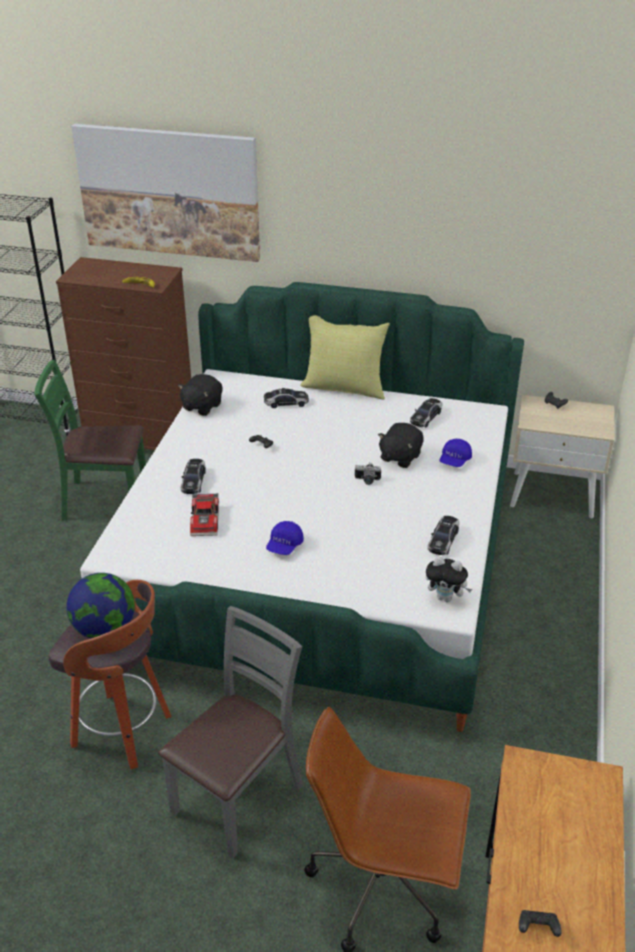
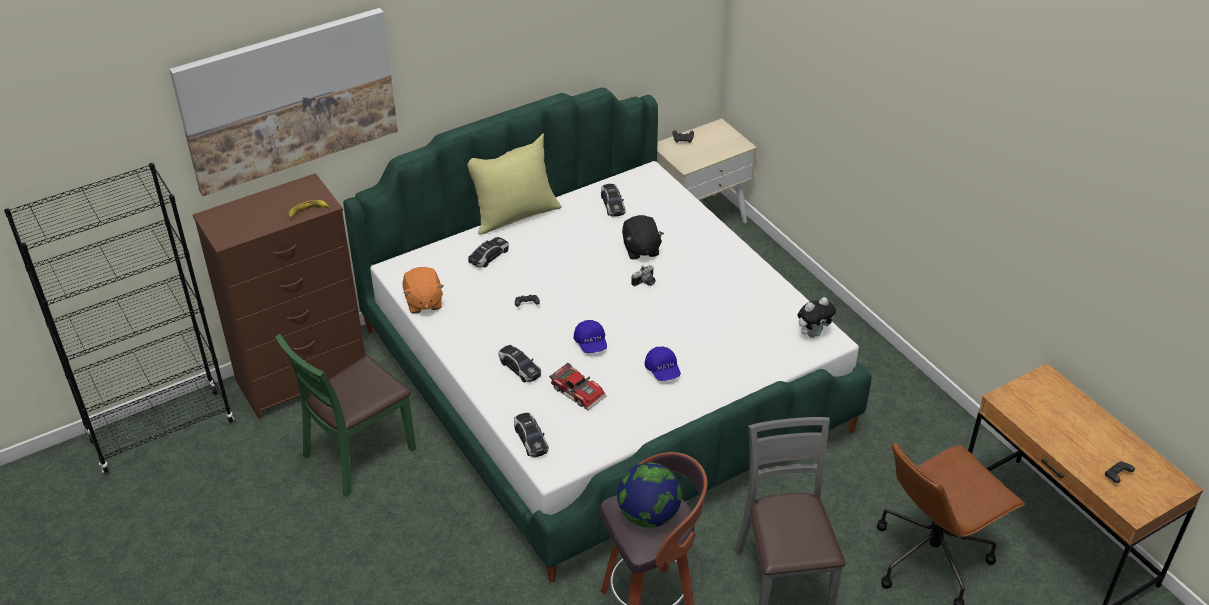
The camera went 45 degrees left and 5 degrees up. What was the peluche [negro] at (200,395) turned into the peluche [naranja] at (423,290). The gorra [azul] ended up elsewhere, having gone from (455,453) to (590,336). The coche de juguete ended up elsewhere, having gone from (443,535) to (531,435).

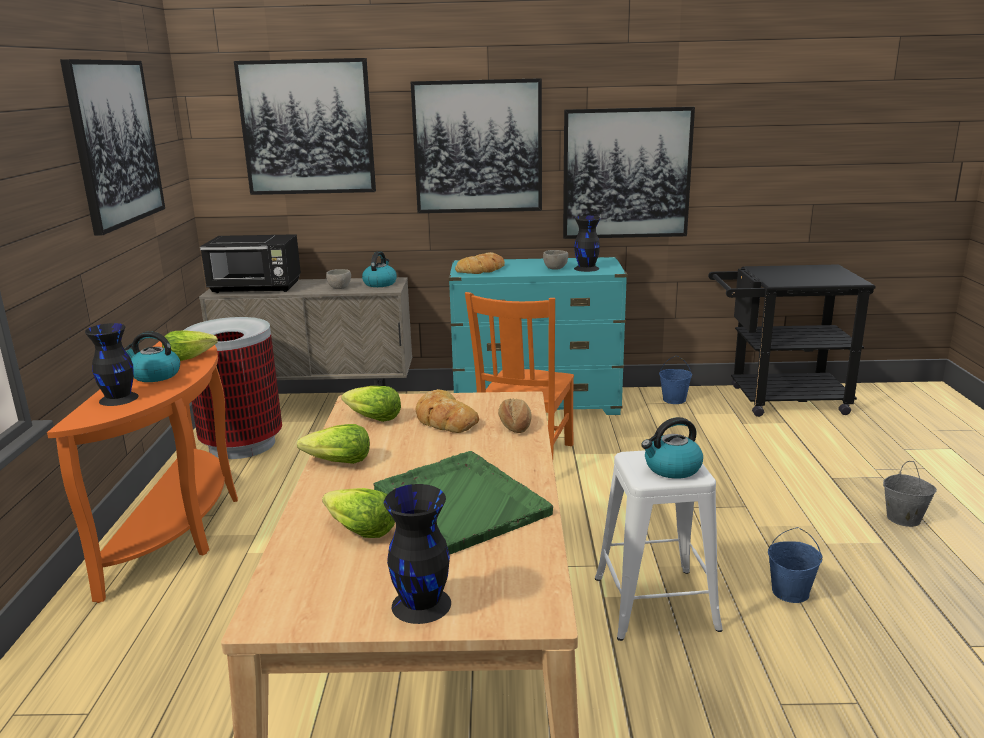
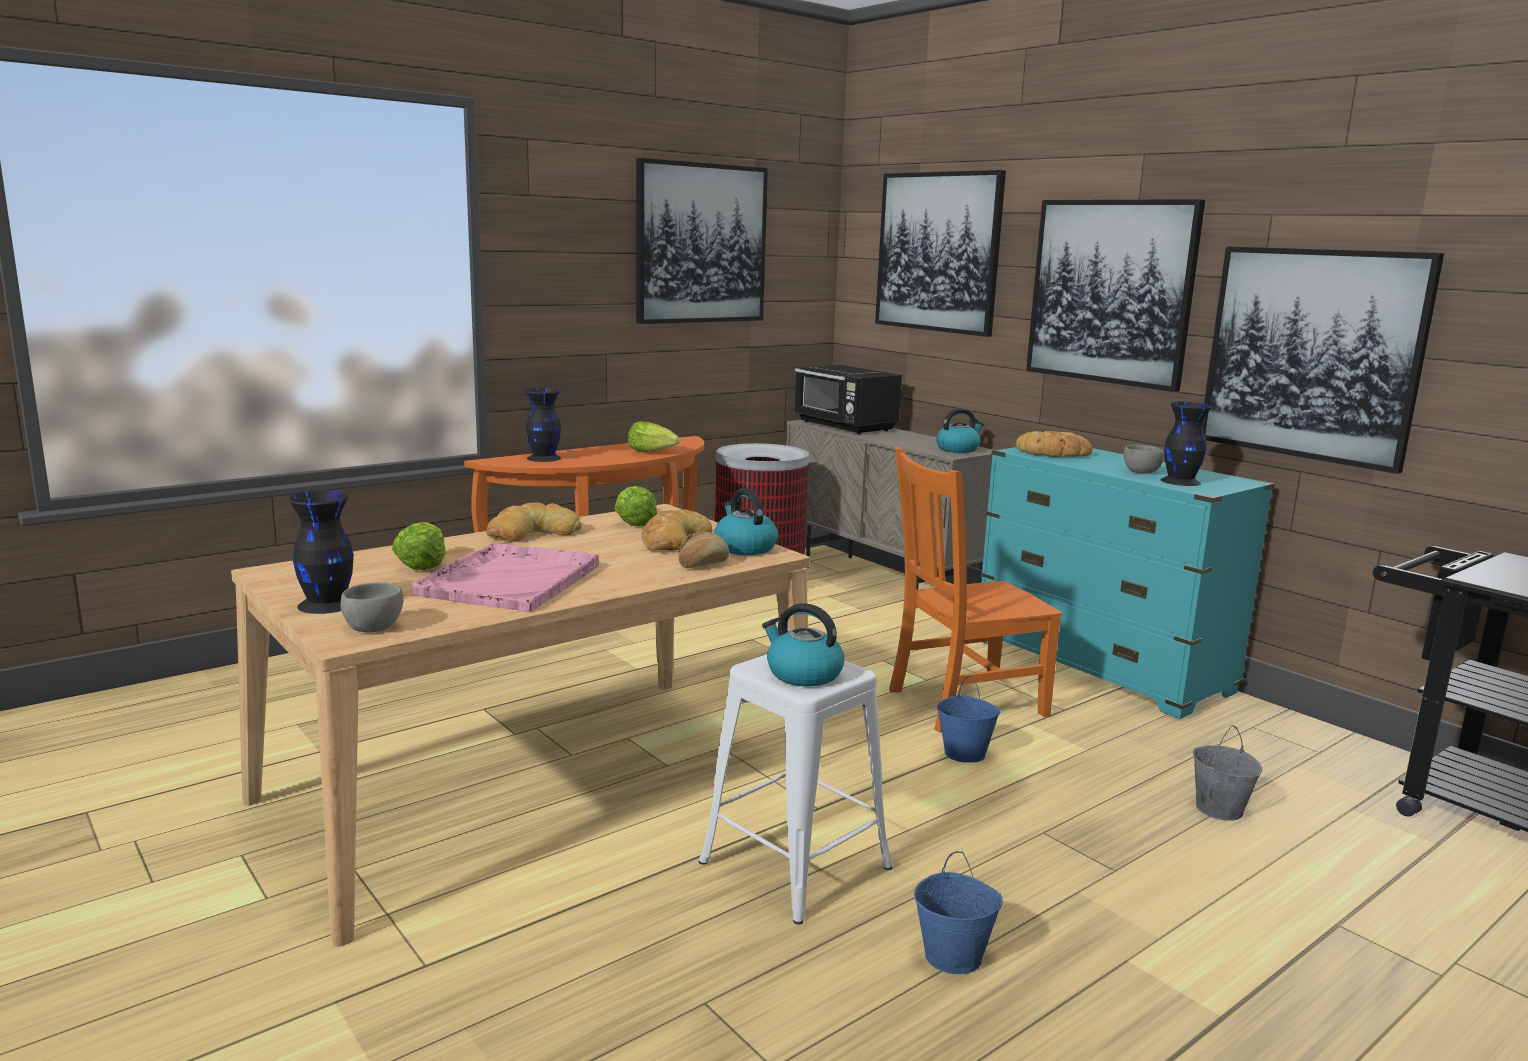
The camera went 50 degrees right and 5 degrees down. The cuenco [gris] ended up elsewhere, having gone from (338,279) to (372,607). The hervidor ended up elsewhere, having gone from (152,356) to (746,521). The cubo [azul] ended up elsewhere, having gone from (675,380) to (968,719). Where the lechuga stood at (333,444), the pan came to stand at (534,522). What was the bandeja [verde] at (463,503) turned into the bandeja [rosa] at (505,577). The cubo [gris] ended up elsewhere, having gone from (910,494) to (1227,773).

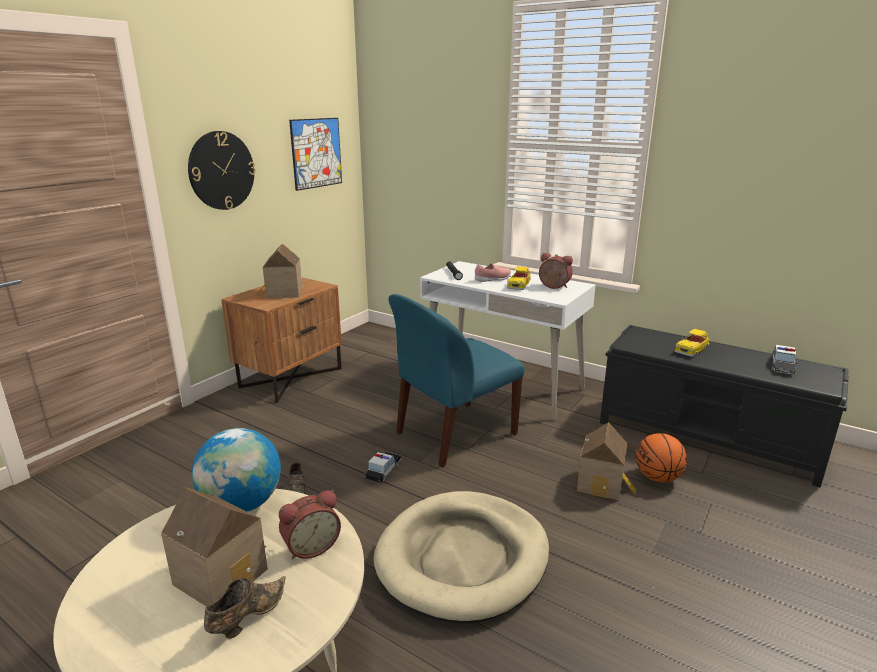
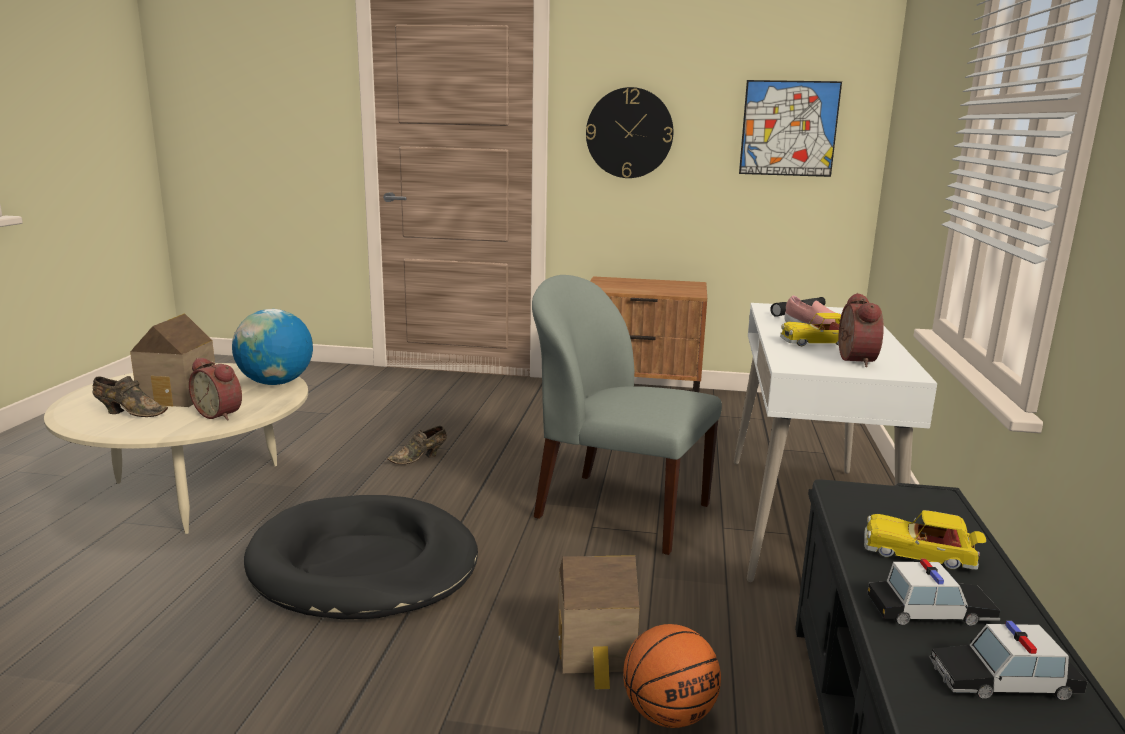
The camera went 65 degrees right and 5 degrees down. The second view lost the casita at (280,270). What was the silla [azul] at (457,380) turned into the silla [gris] at (627,415). The coche de juguete ended up elsewhere, having gone from (383,467) to (933,592). What was the cama para perro [beis] at (461,557) turned into the cama para perro [negro] at (361,557).

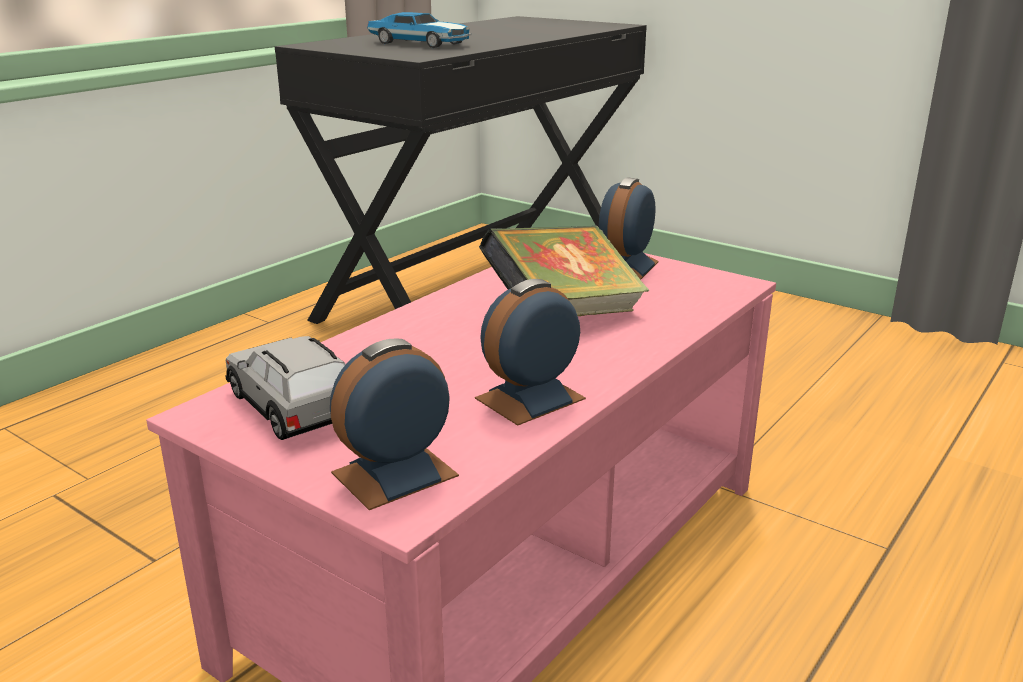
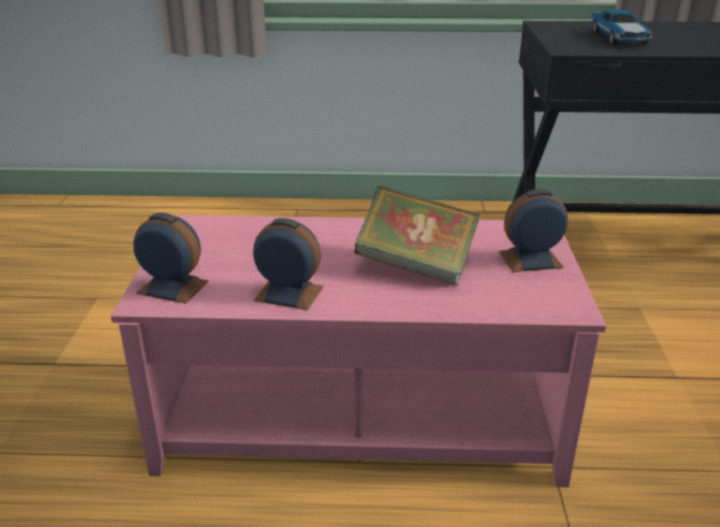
The camera went 55 degrees right and 5 degrees up. The second view lost the coche de juguete [gris] at (285,388).

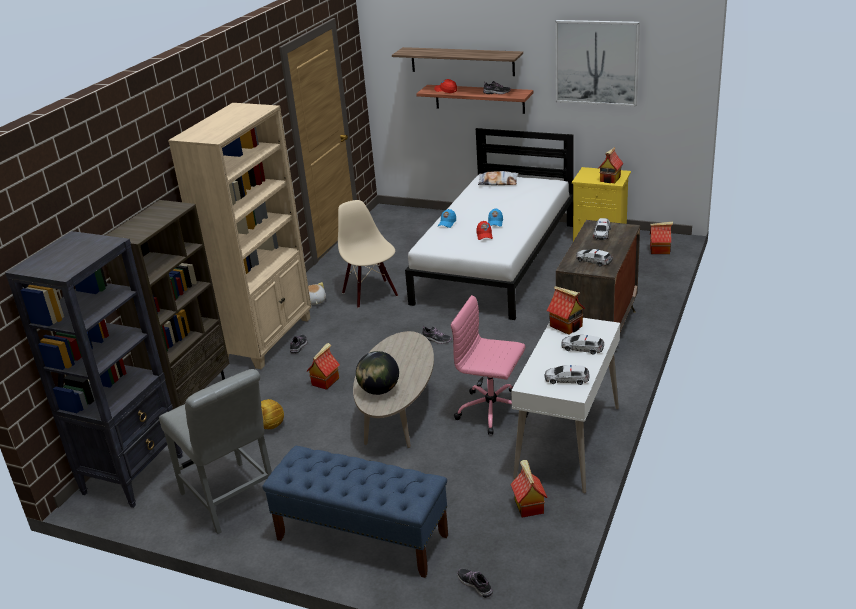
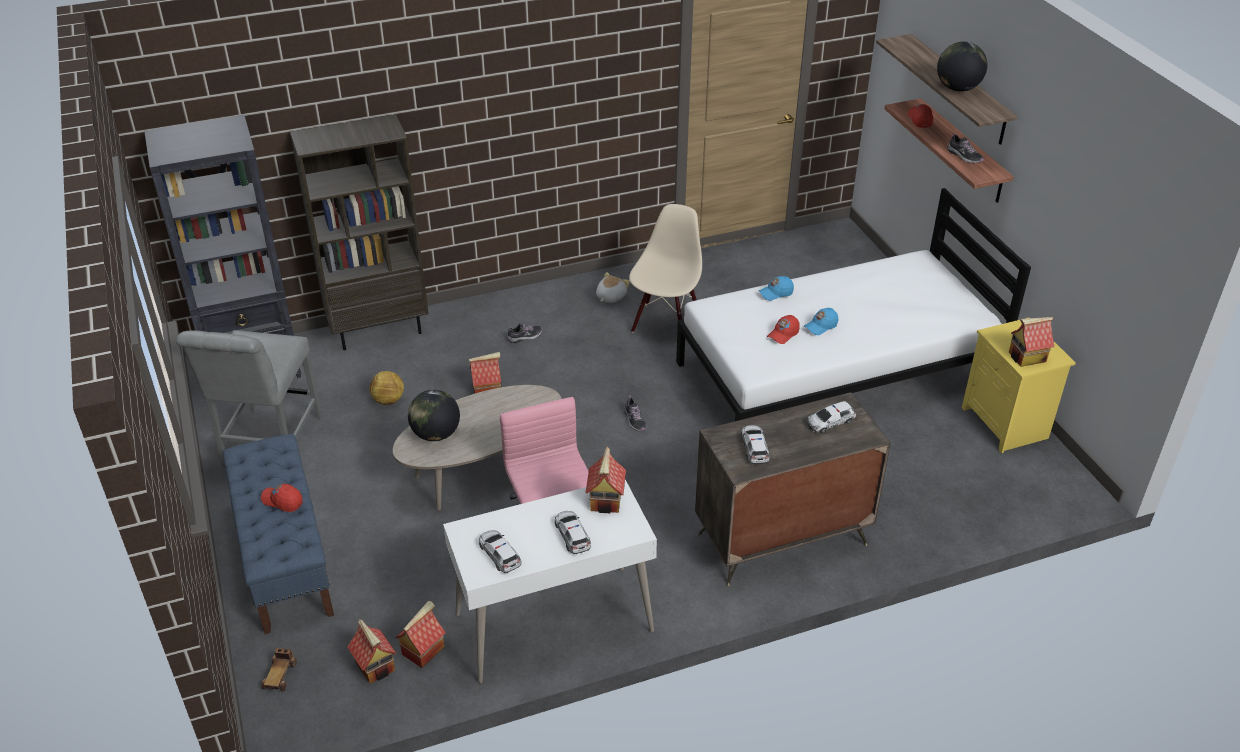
The camera went 45 degrees right and 10 degrees up. The second view lost the cuadro at (597,63). The second view lost the estantería [beis] at (239,236). The second view lost the cojín at (498,178). The casita ended up elsewhere, having gone from (661,238) to (371,651). Where the zapato stood at (475,583), the coche de juguete came to stand at (279,670). The second view gained the globo terráqueo at (962,67). The second view gained the gorra [rojo] at (281,498).

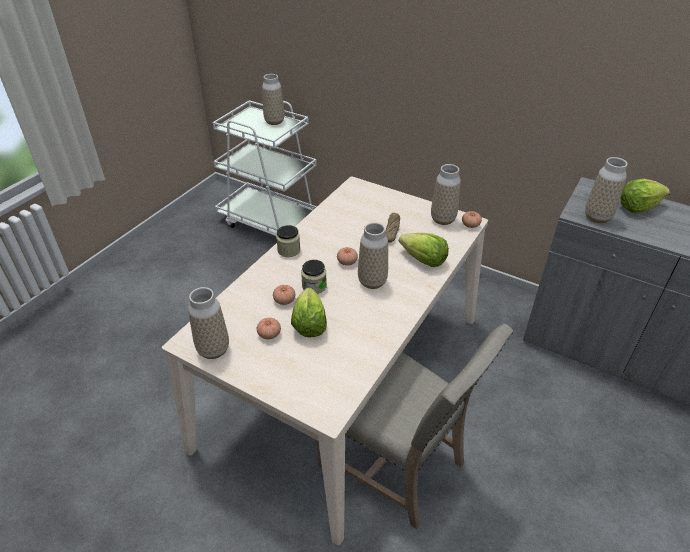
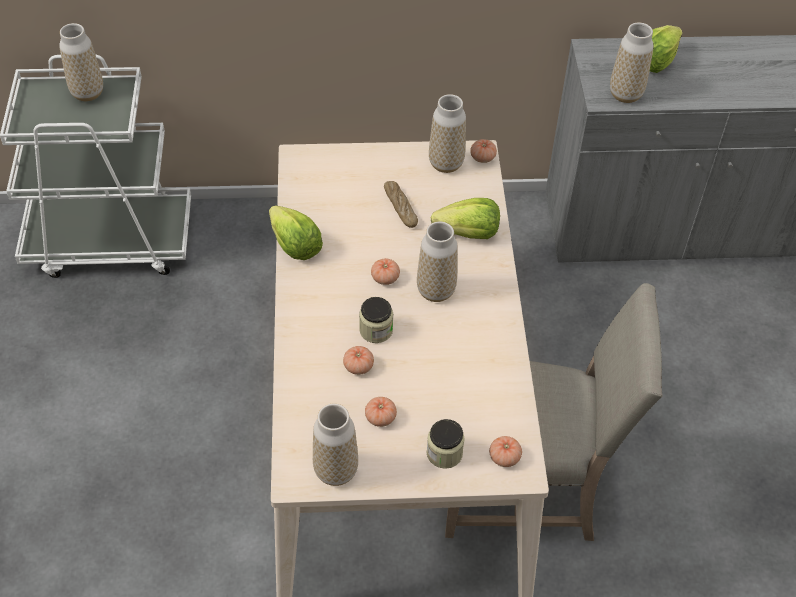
The camera went 35 degrees left and 10 degrees up. The tarro ended up elsewhere, having gone from (288,241) to (446,444). The lechuga ended up elsewhere, having gone from (309,313) to (296,232). The second view gained the tomate at (505,451).

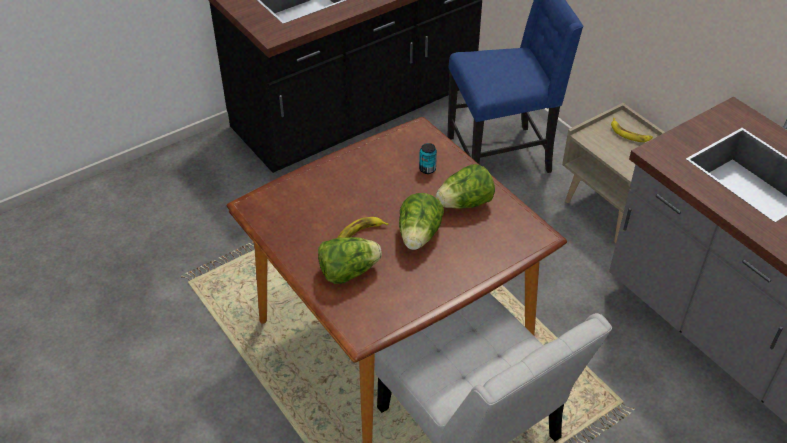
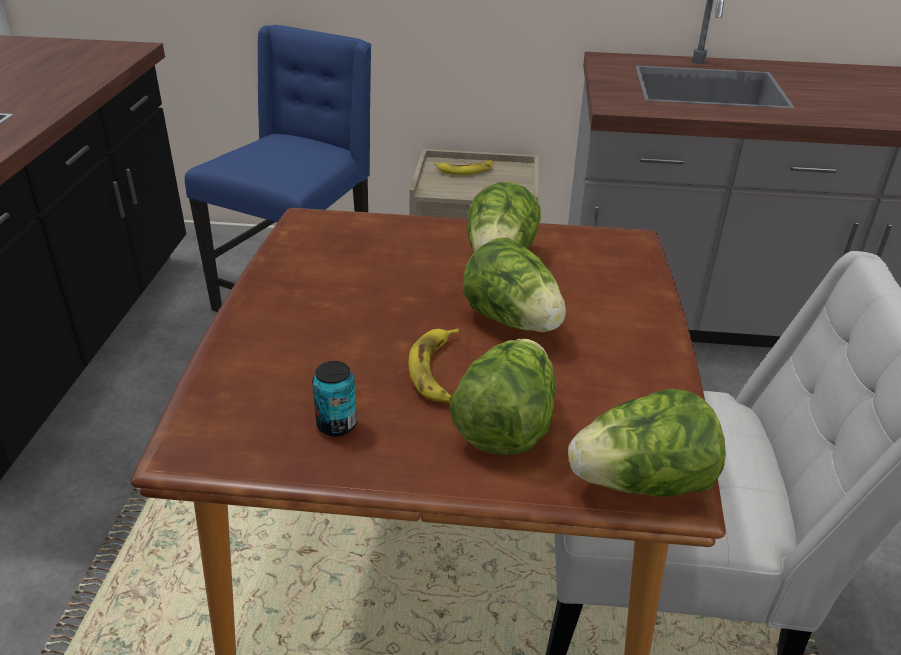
The camera went 50 degrees left and 10 degrees down. The lata ended up elsewhere, having gone from (428,158) to (334,399). The second view gained the lechuga at (647,443).

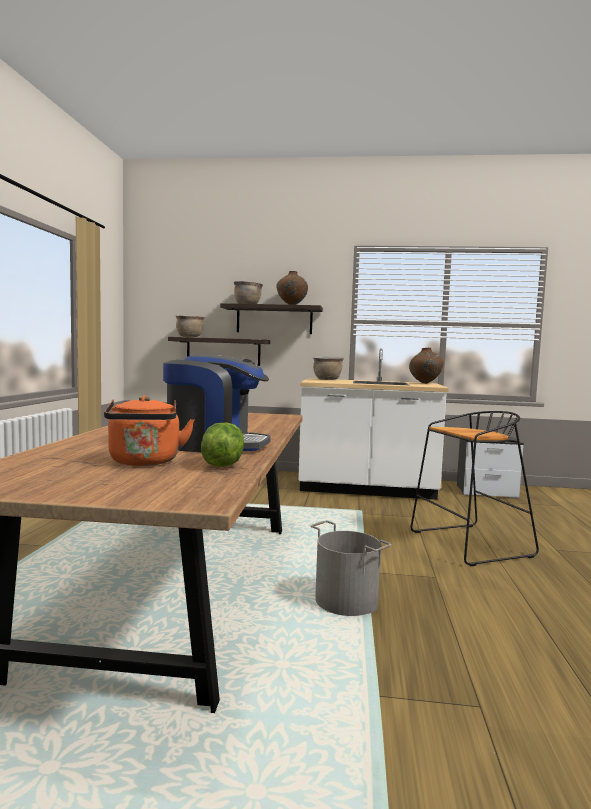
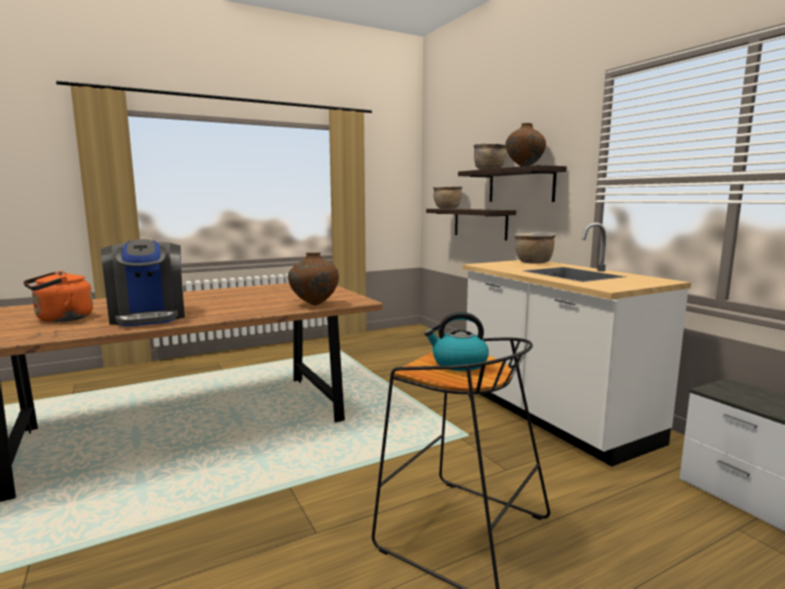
The camera went 55 degrees right and 5 degrees up. The florero [marrón] ended up elsewhere, having gone from (426,366) to (313,278). The second view lost the lechuga at (222,444). The second view lost the cubo [gris] at (350,568). The second view gained the hervidor at (457,341).

